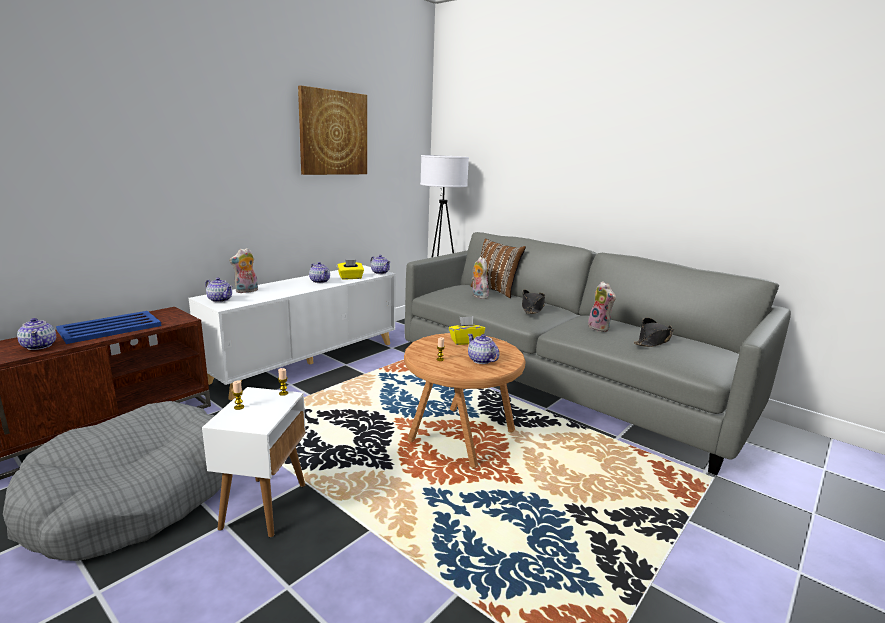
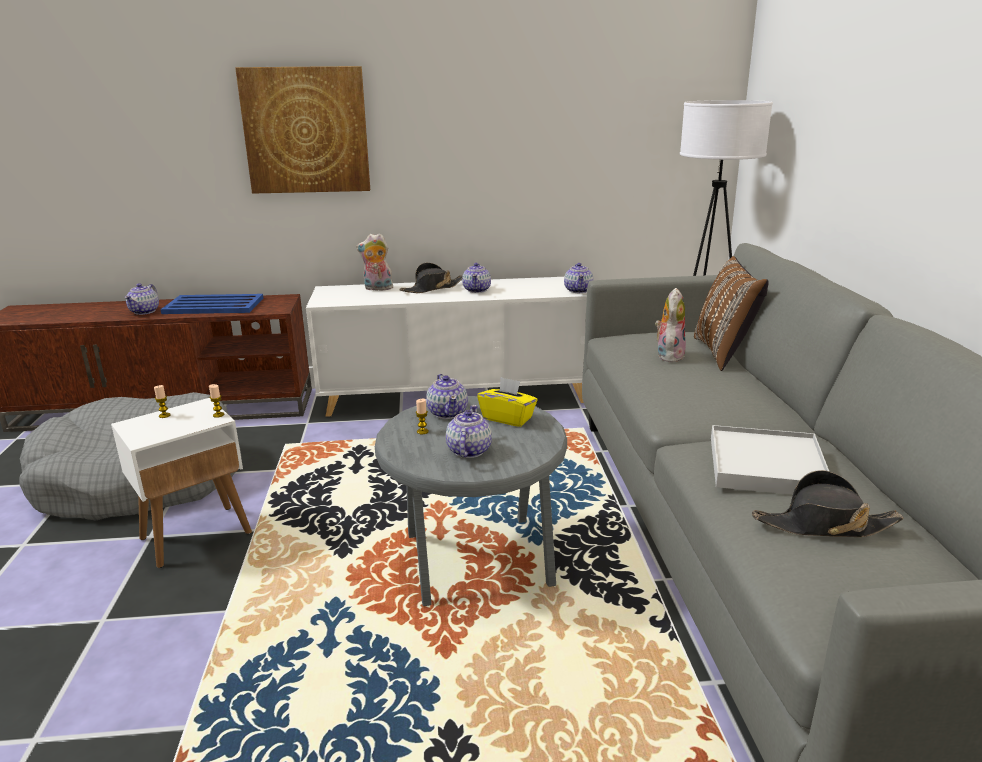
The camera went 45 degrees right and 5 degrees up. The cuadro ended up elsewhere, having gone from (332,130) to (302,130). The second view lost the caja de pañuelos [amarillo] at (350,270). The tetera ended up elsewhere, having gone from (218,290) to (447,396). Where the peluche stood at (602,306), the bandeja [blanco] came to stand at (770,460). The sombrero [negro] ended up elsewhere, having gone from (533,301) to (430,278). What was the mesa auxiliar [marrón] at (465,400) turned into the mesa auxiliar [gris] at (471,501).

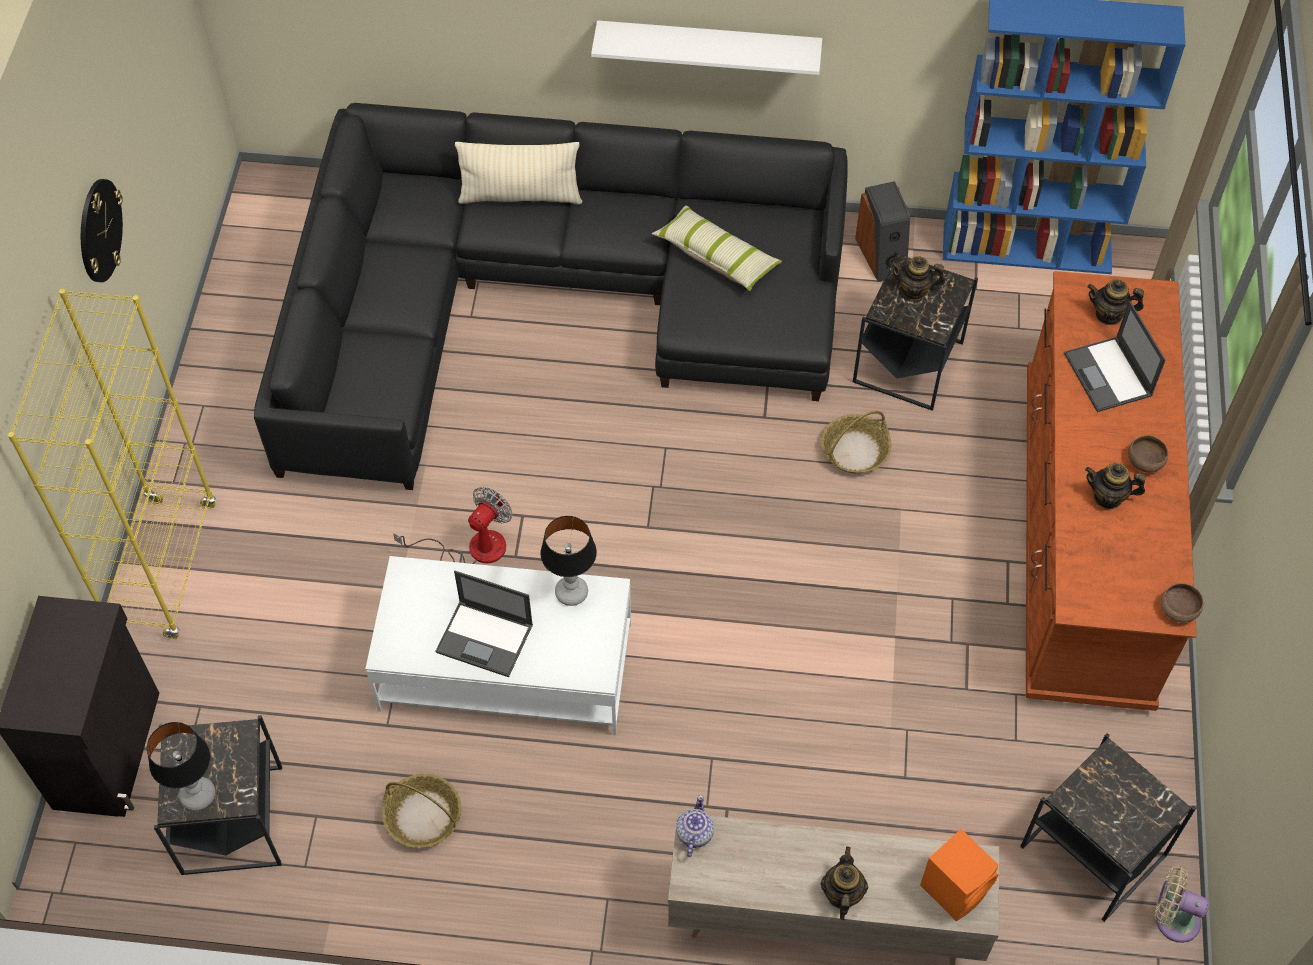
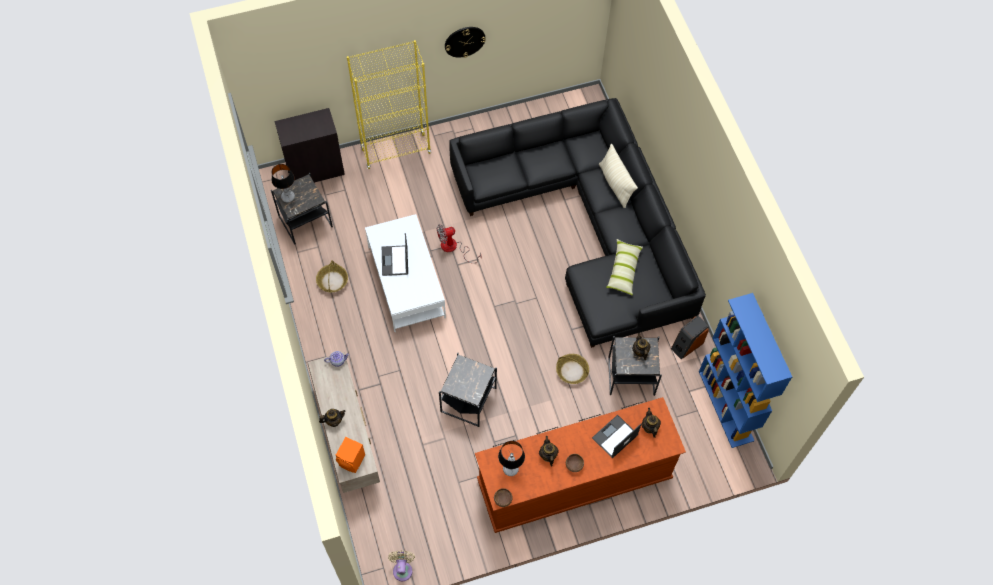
The camera went 65 degrees right and 5 degrees up. The second view lost the estante [blanco] at (706,47). The ventilador at (452,525) ended up facing another way, 150 degrees clockwise from before. The lámpara de mesa ended up elsewhere, having gone from (569,561) to (511,458). The mesa auxiliar [negro] ended up elsewhere, having gone from (1108,827) to (468,389).

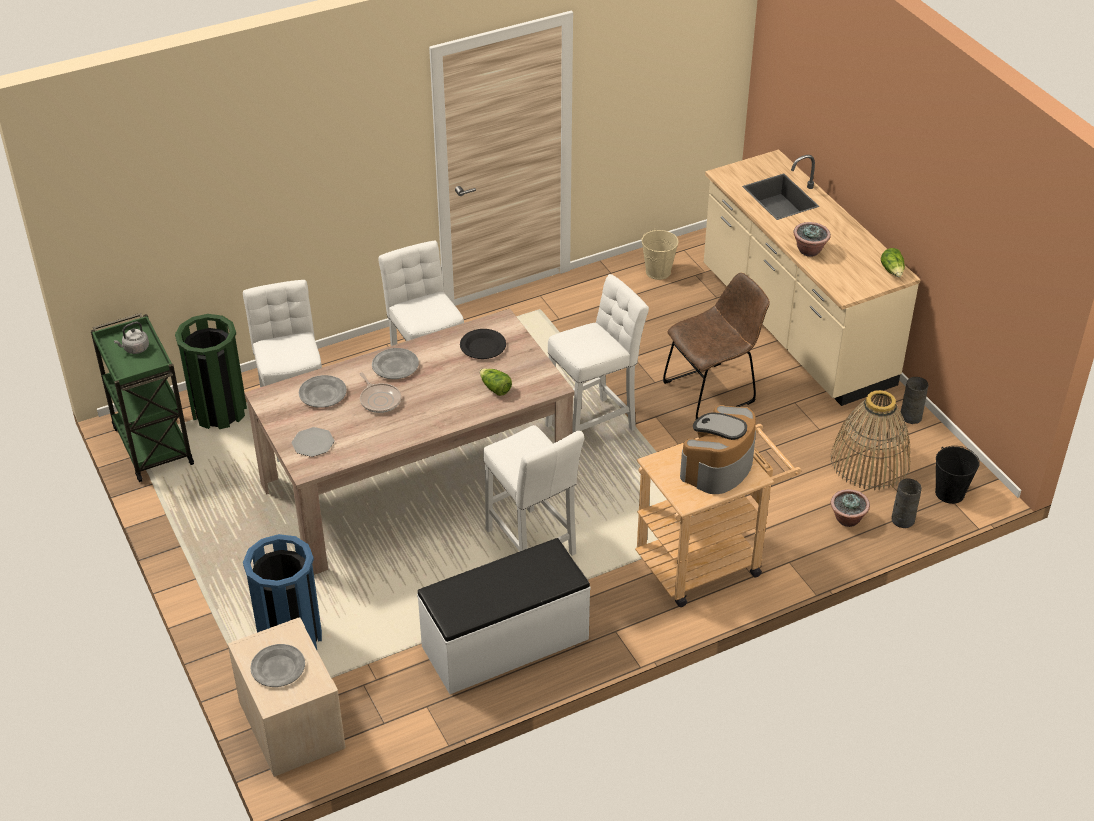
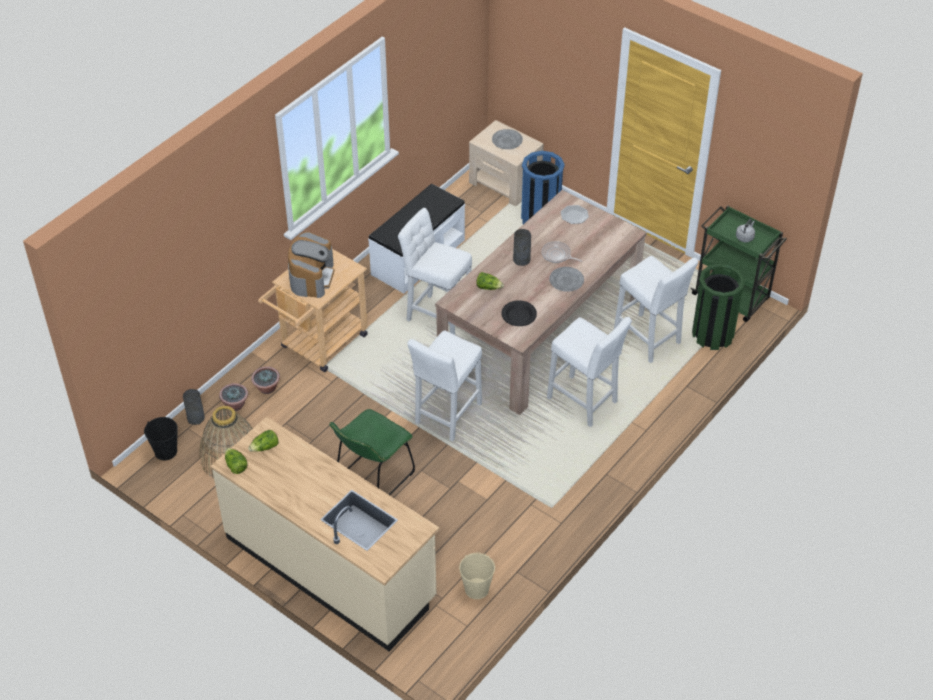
The camera went 155 degrees right and 5 degrees up. The planta en maceta ended up elsewhere, having gone from (812,239) to (265,380). What was the silla [marrón] at (716,346) turned into the silla [verde] at (372,452). The second view lost the plato [gris] at (323,391). The florero [gris] ended up elsewhere, having gone from (914,400) to (522,247). The second view gained the lechuga at (263,441).

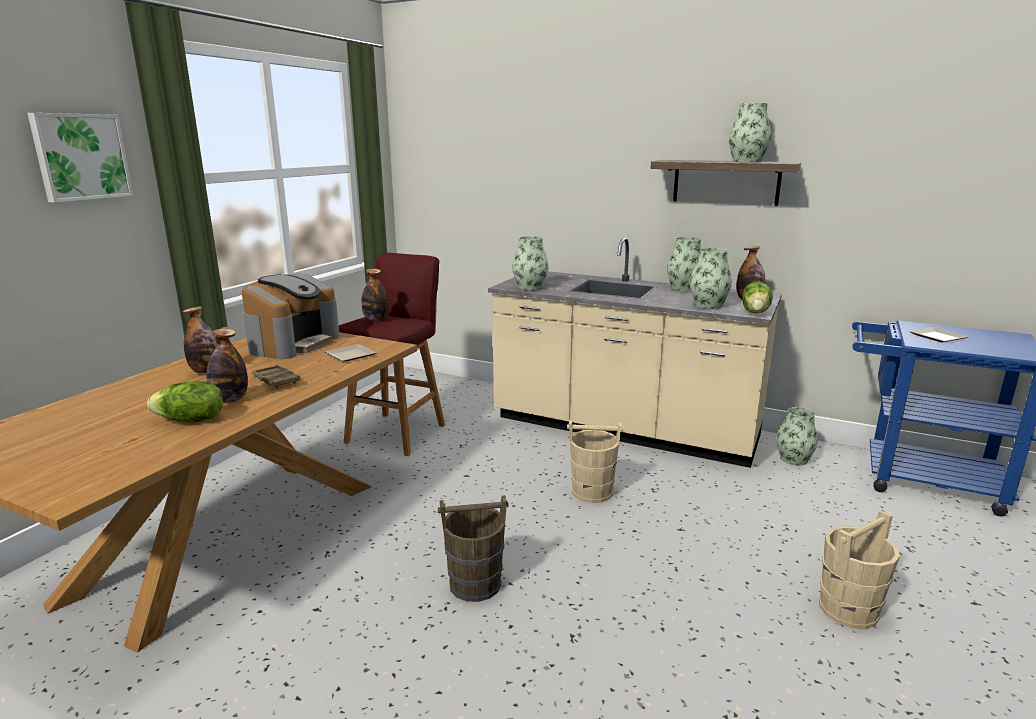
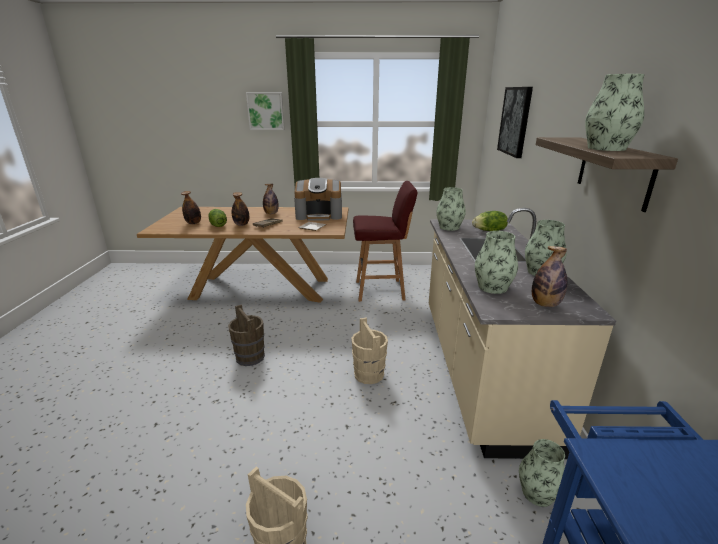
The camera went 65 degrees right and 5 degrees up. The botella ended up elsewhere, having gone from (375,295) to (191,207). The lechuga ended up elsewhere, having gone from (757,297) to (490,221). The second view lost the plato at (938,335). The second view gained the cuadro at (515,122).

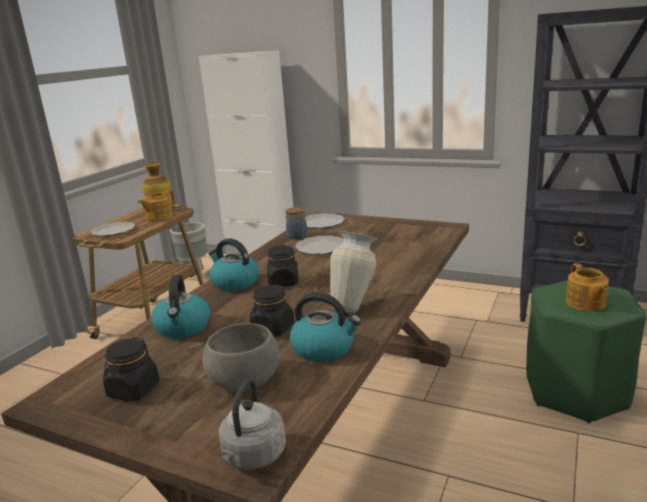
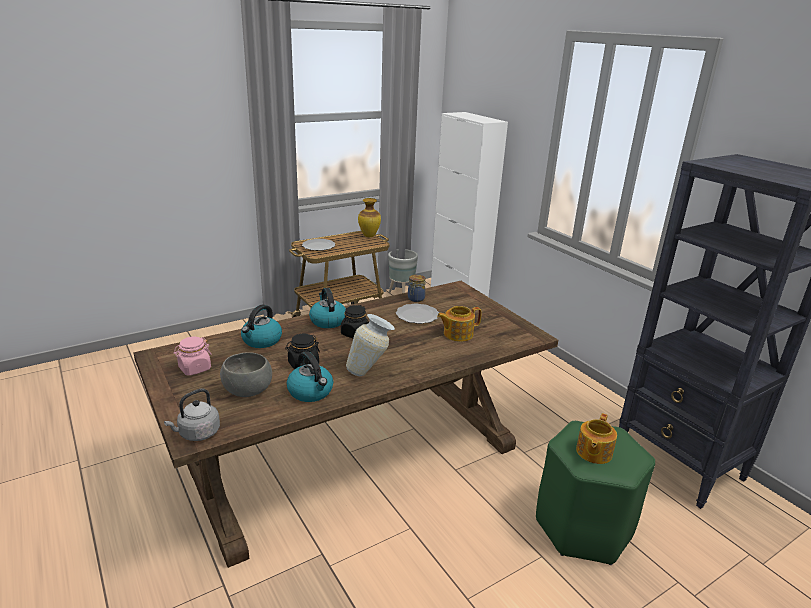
The camera went 30 degrees right and 5 degrees up. The tetera ended up elsewhere, having gone from (156,205) to (459,324). The second view lost the plato at (325,221). What was the tarro [negro] at (131,369) turned into the tarro [rosa] at (192,356).

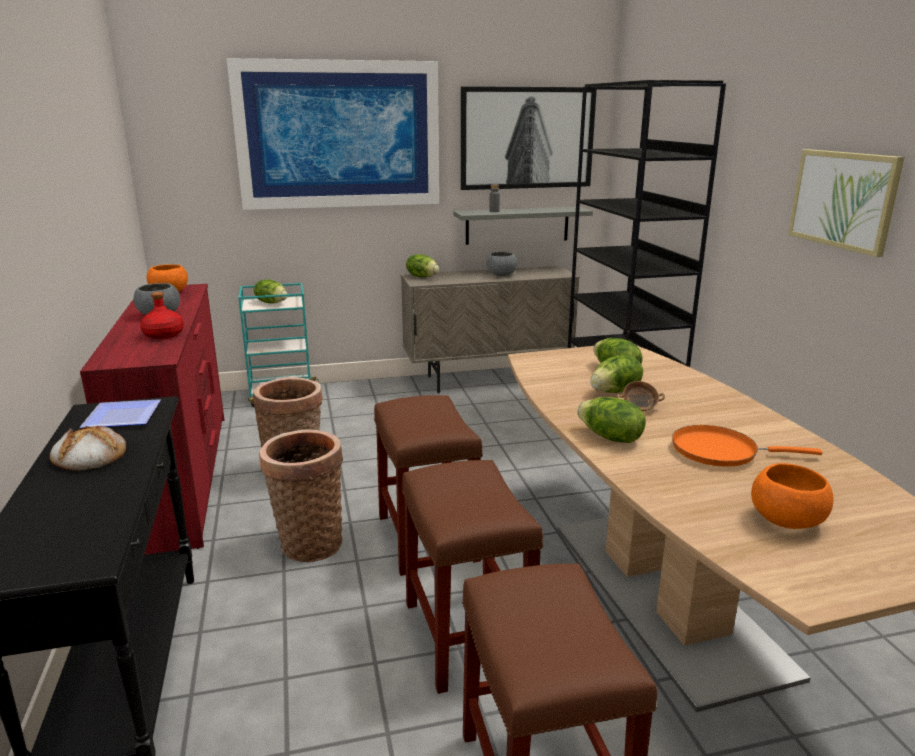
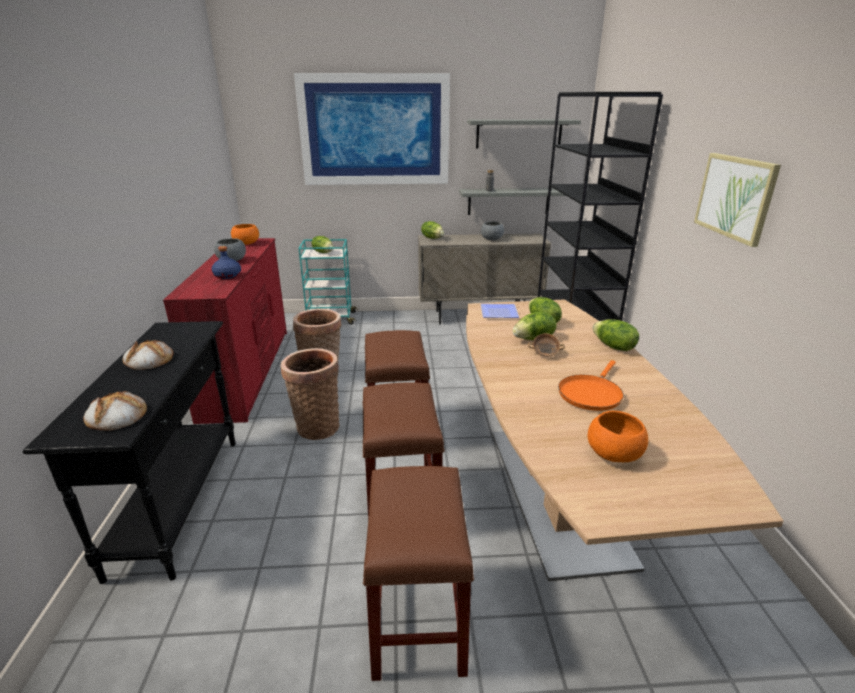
The camera went 10 degrees right and 5 degrees up. Where the cuadro hung at (529,138), the estante [gris] came to hang at (524,133). What was the botella [rojo] at (162,315) turned into the botella [azul] at (226,262). The lechuga ended up elsewhere, having gone from (611,420) to (615,335). The plato ended up elsewhere, having gone from (120,413) to (500,311). The sartén [naranja] at (747,446) ended up facing another way, 75 degrees counterclockwise from before. The second view gained the pan at (115,410).

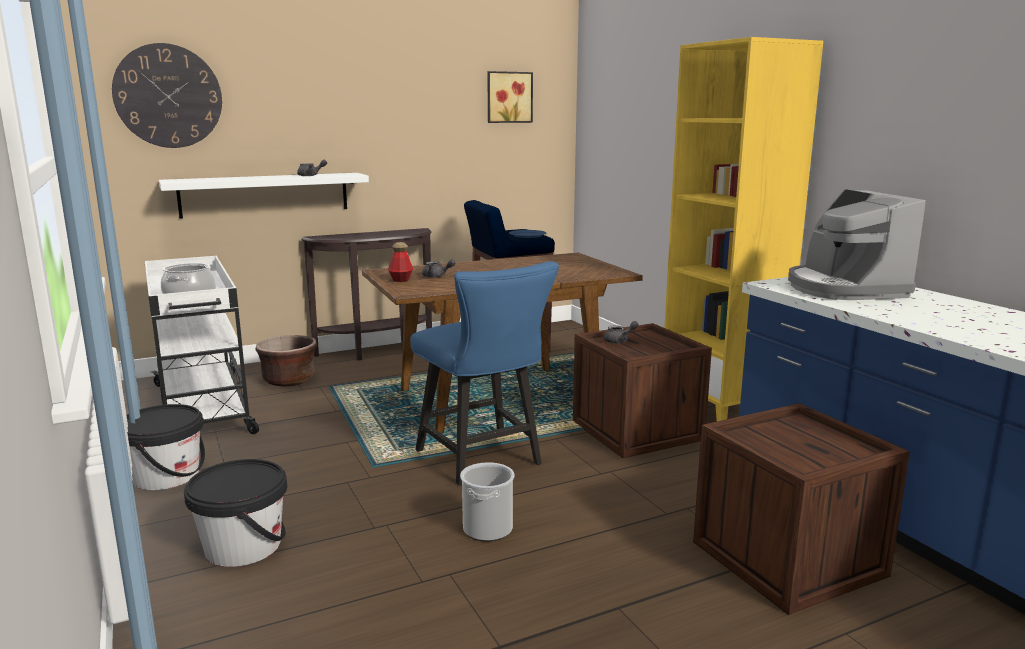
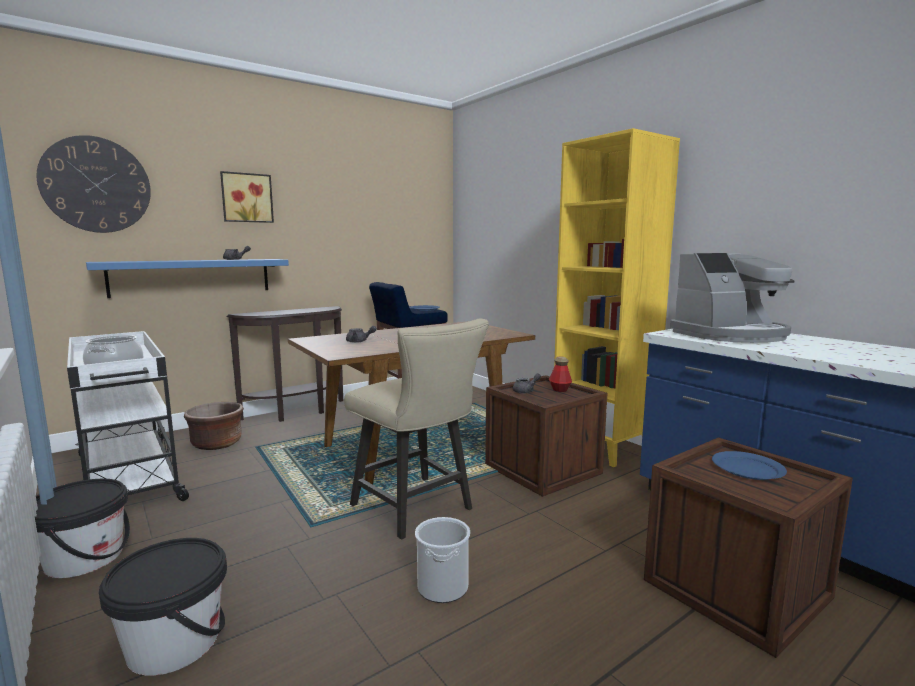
The camera went 10 degrees left and 5 degrees down. The cuadro ended up elsewhere, having gone from (510,97) to (247,197). What was the estante [blanco] at (264,196) turned into the estante [azul] at (187,278). The cafetera at (857,244) ended up facing another way, 90 degrees counterclockwise from before. The botella ended up elsewhere, having gone from (400,262) to (560,374). What was the silla [azul] at (484,373) turned into the silla [beis] at (416,429). The second view gained the plato [azul] at (749,465).

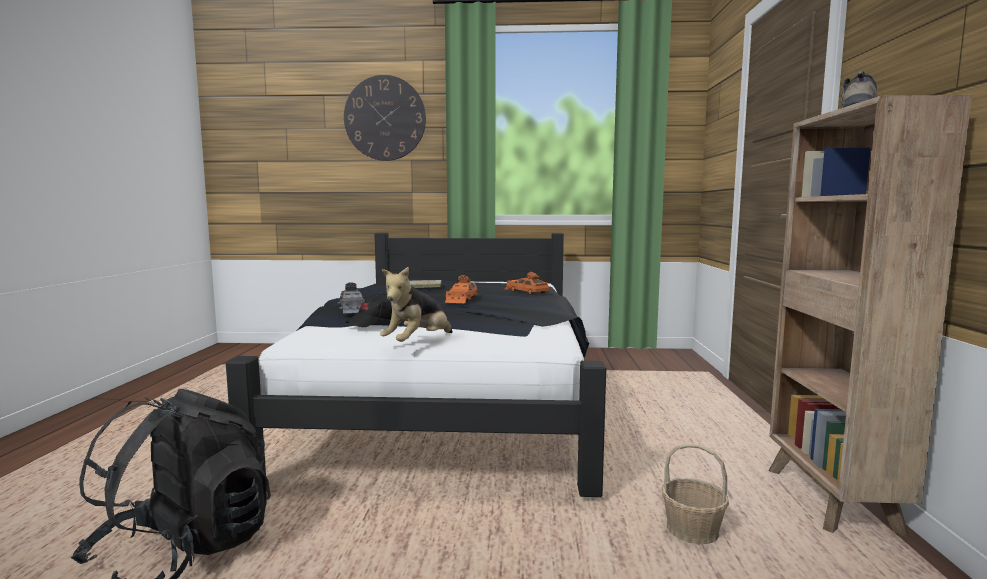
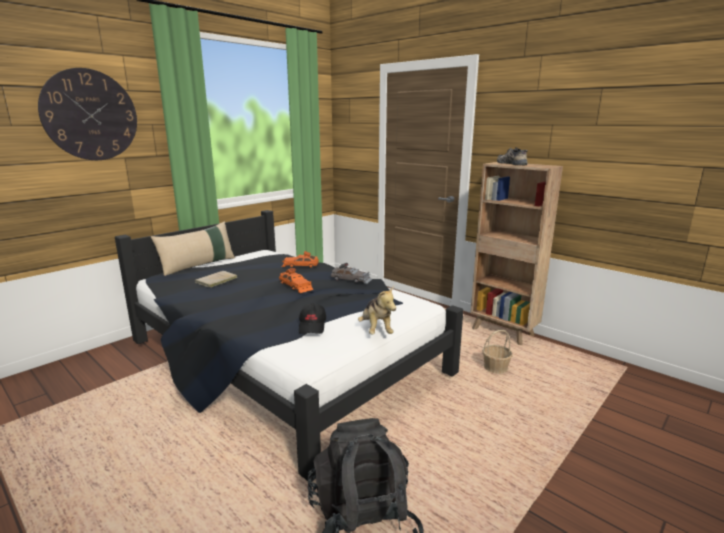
The camera went 50 degrees left and 10 degrees up. The coche de juguete [gris] ended up elsewhere, having gone from (351,298) to (351,273). The second view gained the cojín [beis] at (193,248).

